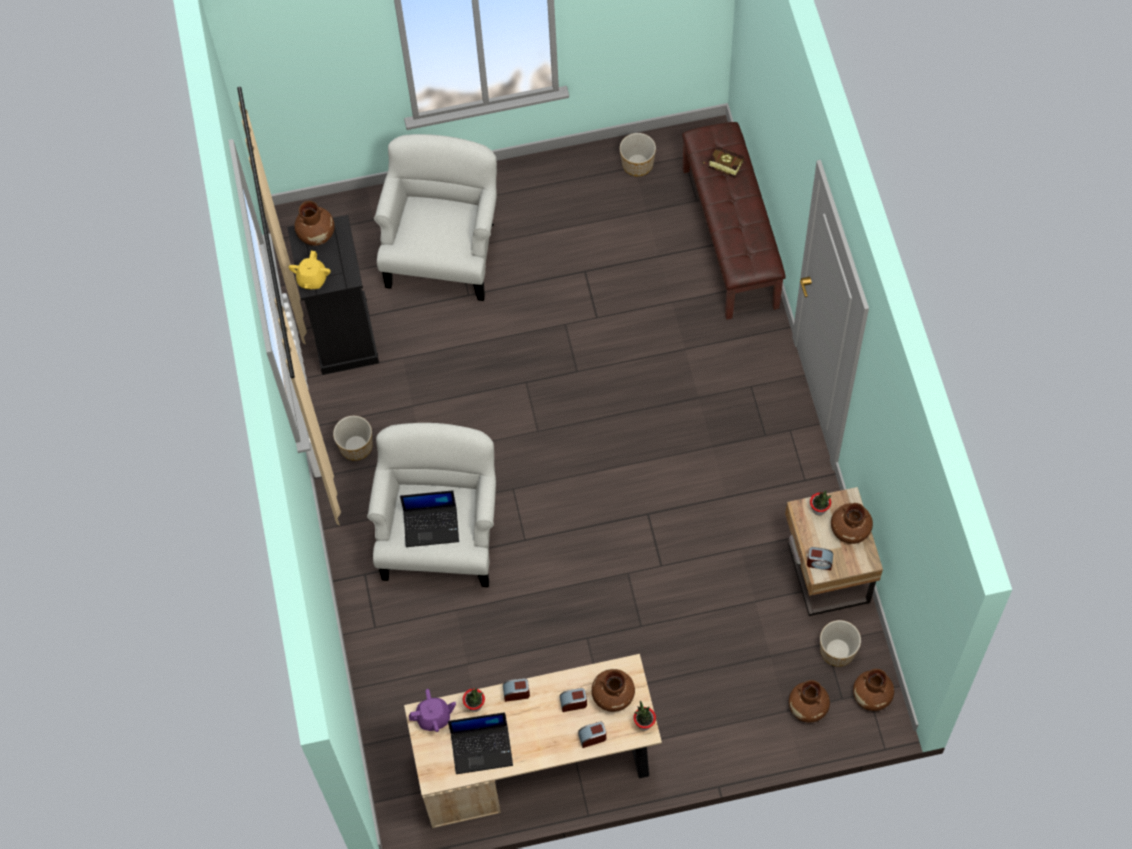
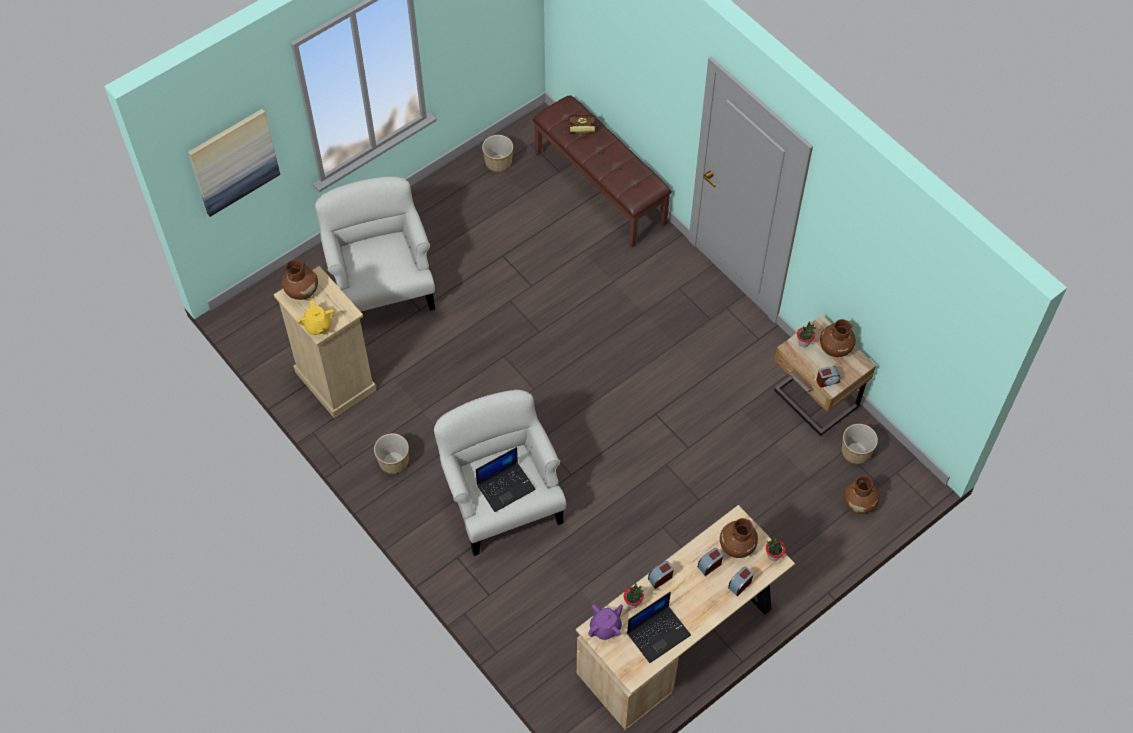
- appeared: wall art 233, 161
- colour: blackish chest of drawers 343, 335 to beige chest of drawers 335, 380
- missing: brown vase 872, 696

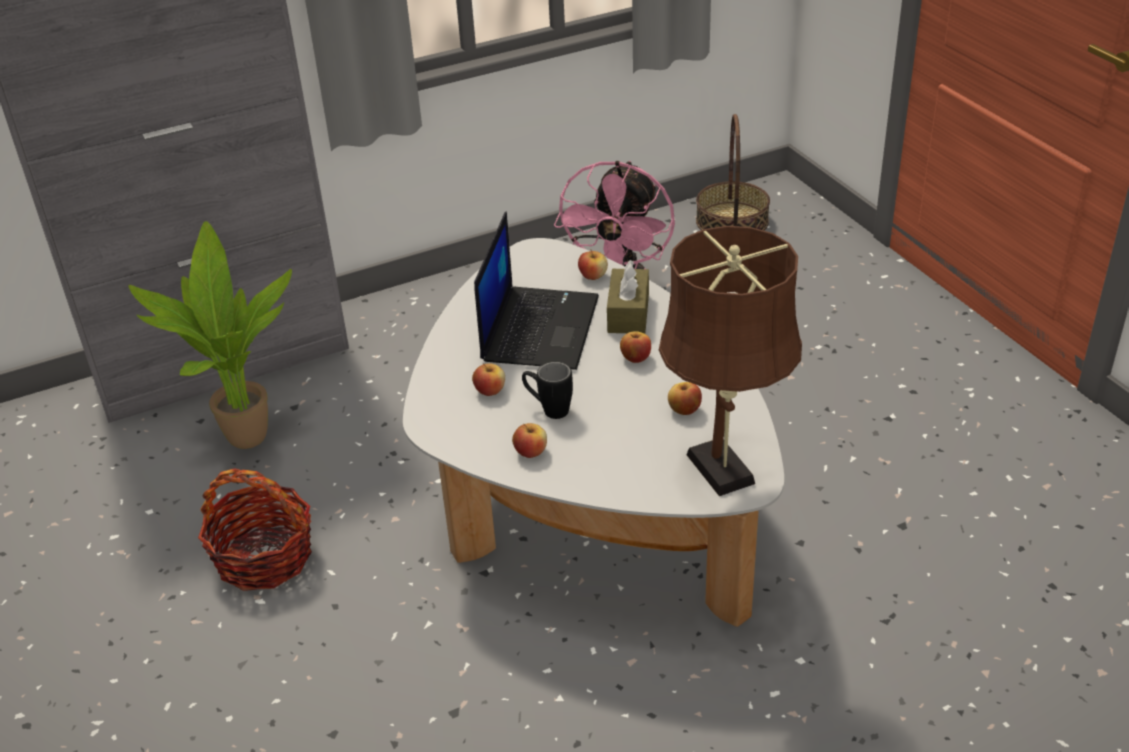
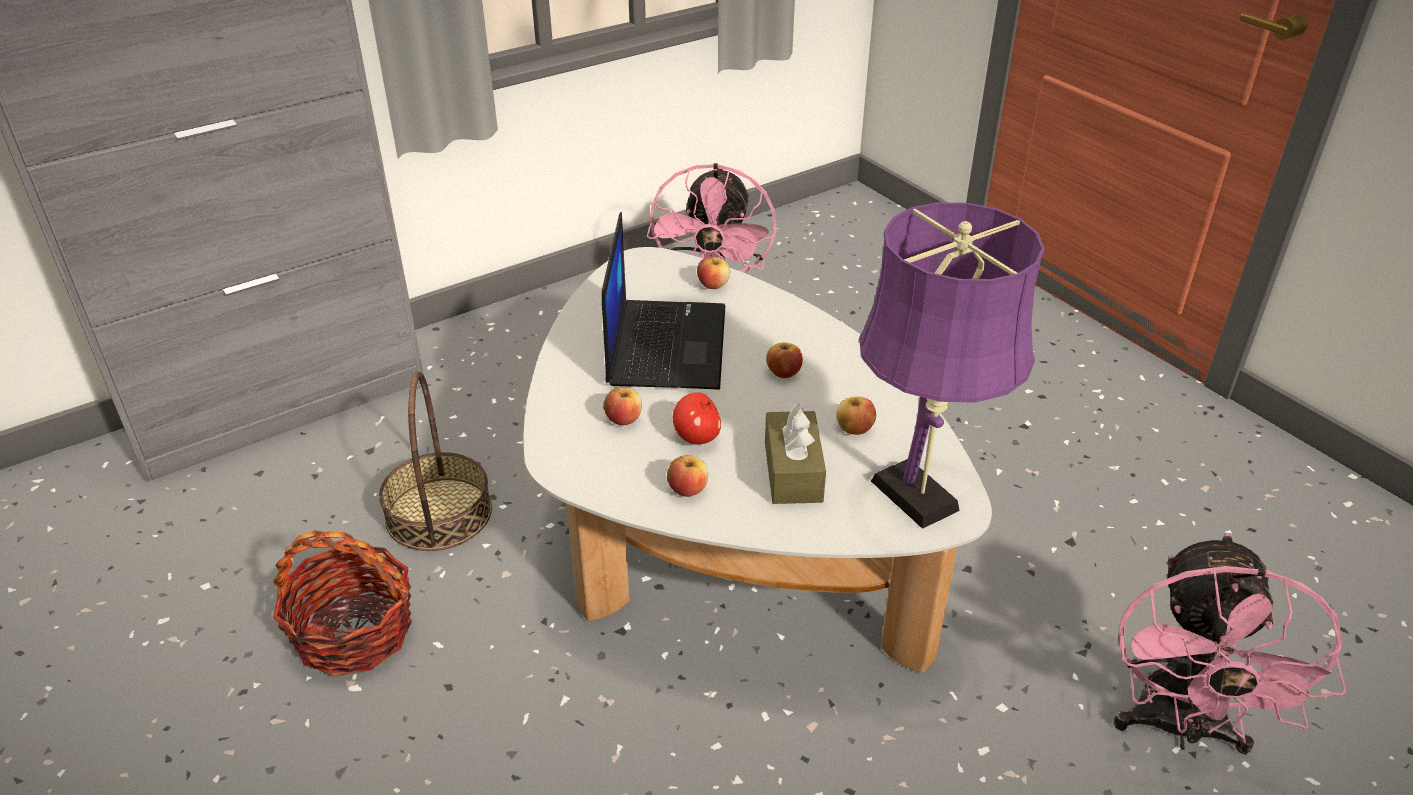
- relocated: household basket 732, 221 to 439, 514
- exchanged: blackish coffee mug 548, 409 to whole apple 697, 437
- relocated: brown box of tissues 628, 313 to 793, 472
- colour: brown table lamp 723, 474 to purple-coloured table lamp 920, 501
- appeared: pinkish fan 1180, 729
- missing: potted plant 241, 438

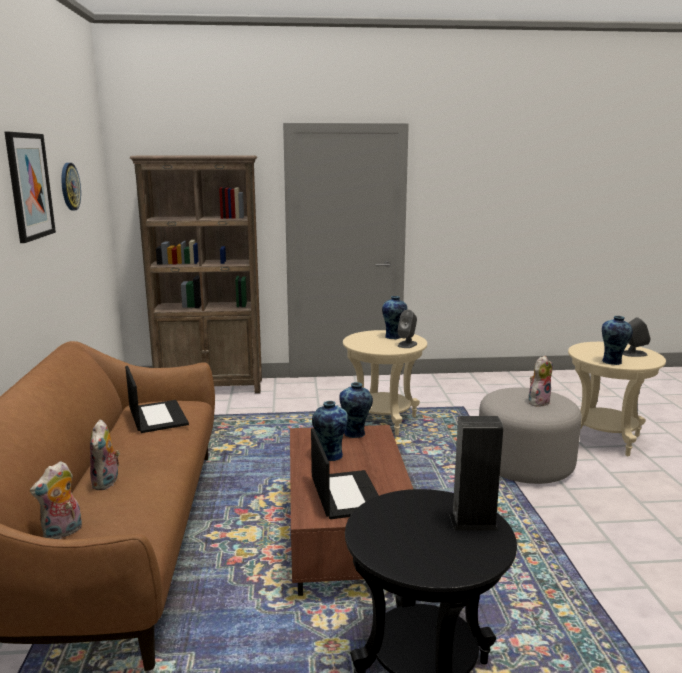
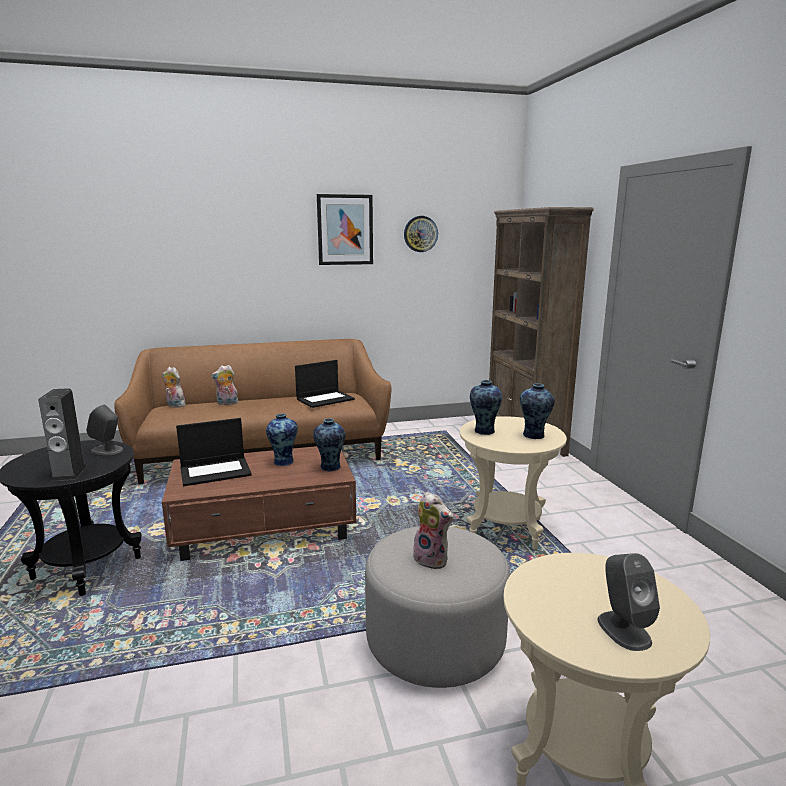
- relocated: gray speaker 407, 344 to 107, 450
- relocated: vase 612, 362 to 483, 431

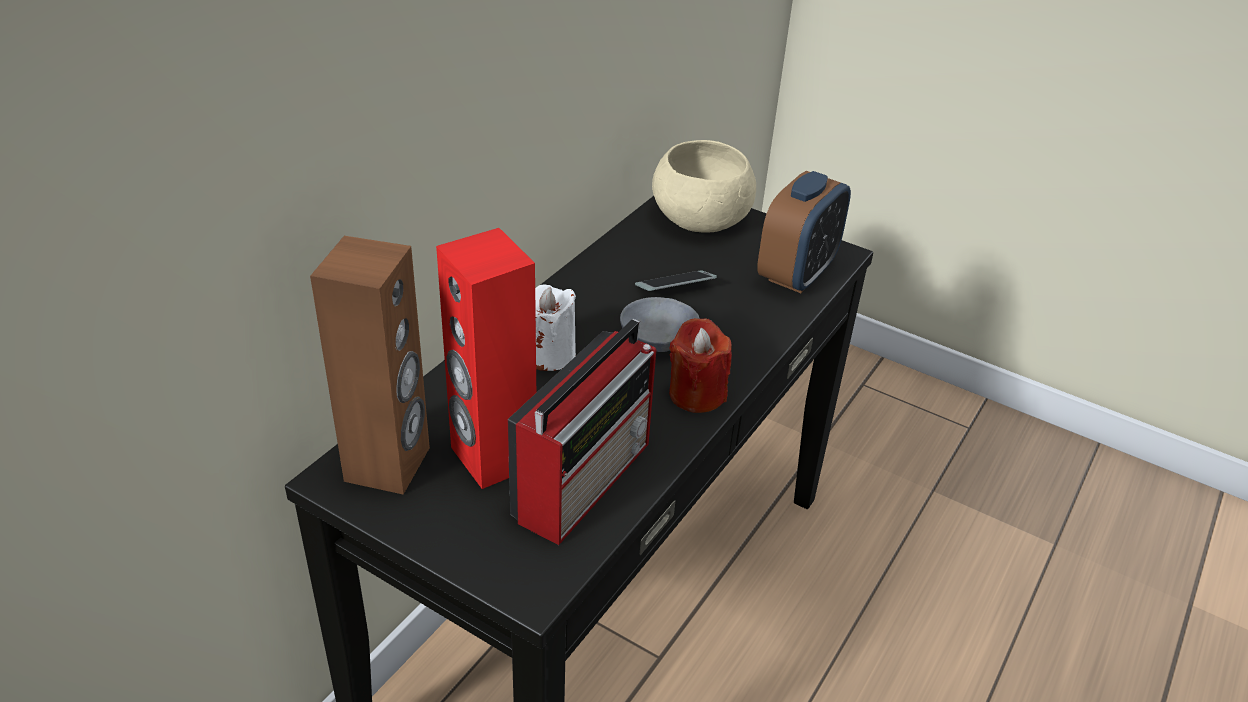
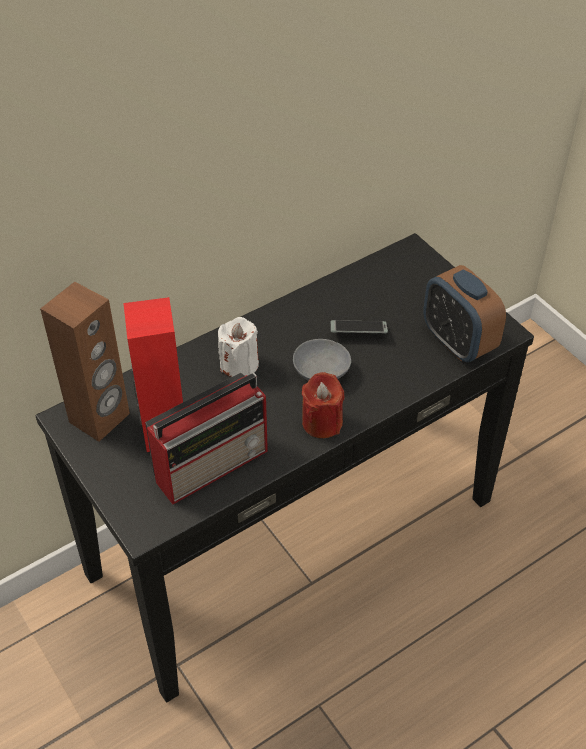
- spun: alarm clock 797, 274 = 458, 342 90 degrees clockwise
- missing: beige bowl 701, 219

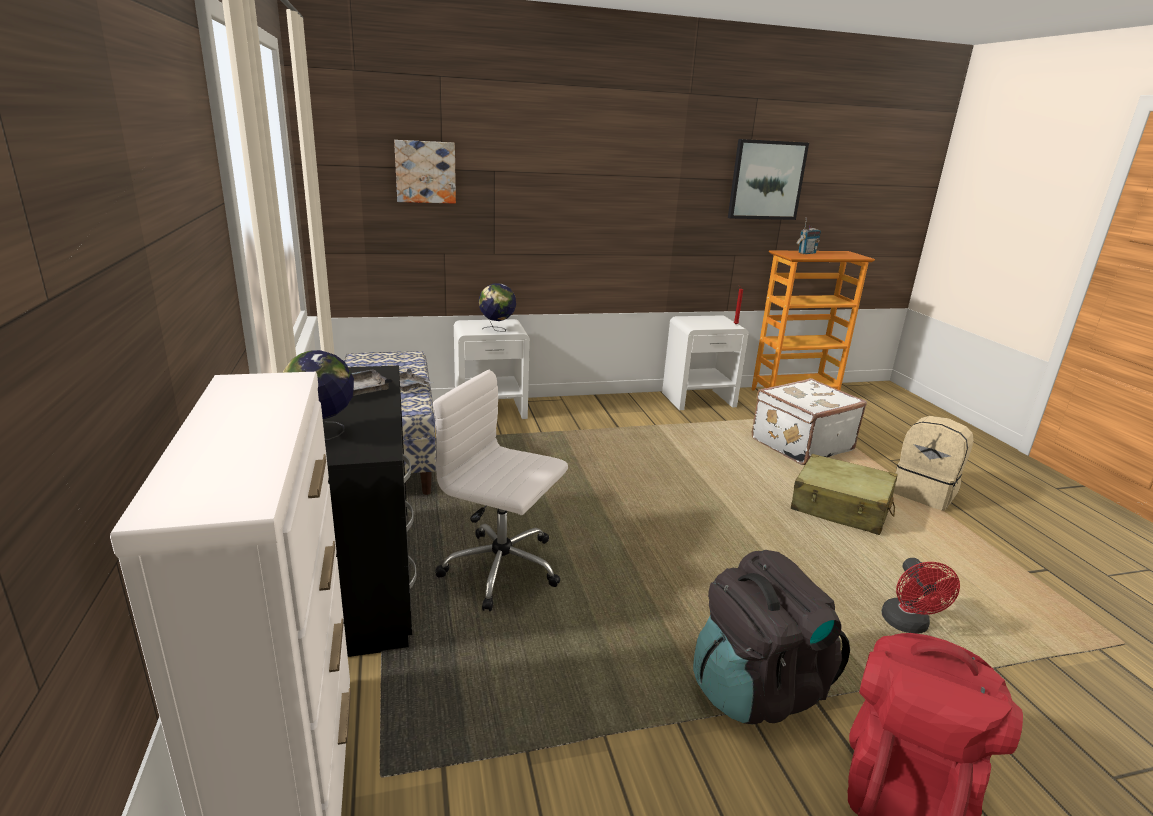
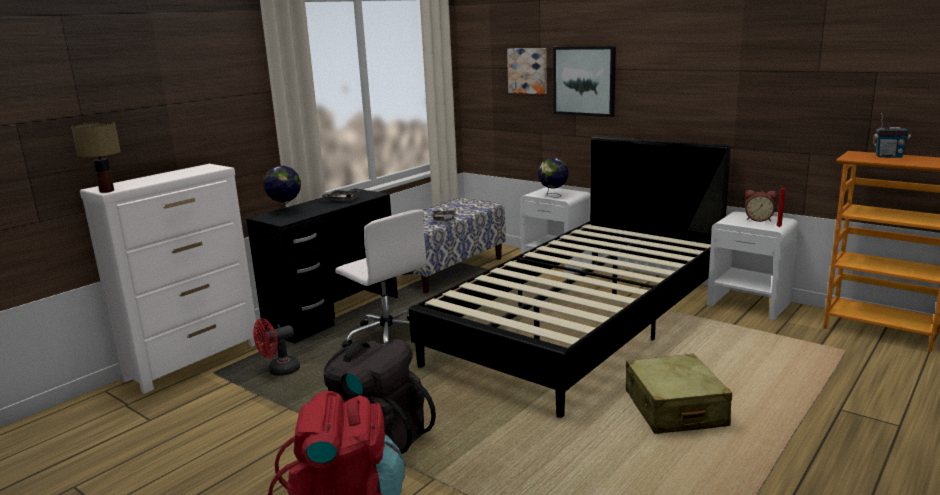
- appeared: table lamp 107, 191
- relocated: red-coloured fan 907, 625 to 279, 371
- spun: white office chair 503, 569 = 387, 337 150 degrees clockwise
- appeared: blackish bed 582, 324
- relocated: wall art 766, 180 to 584, 81
- appeared: alarm clock 758, 219
- missing: white suitcase 799, 444
- missing: beige backpack 924, 493

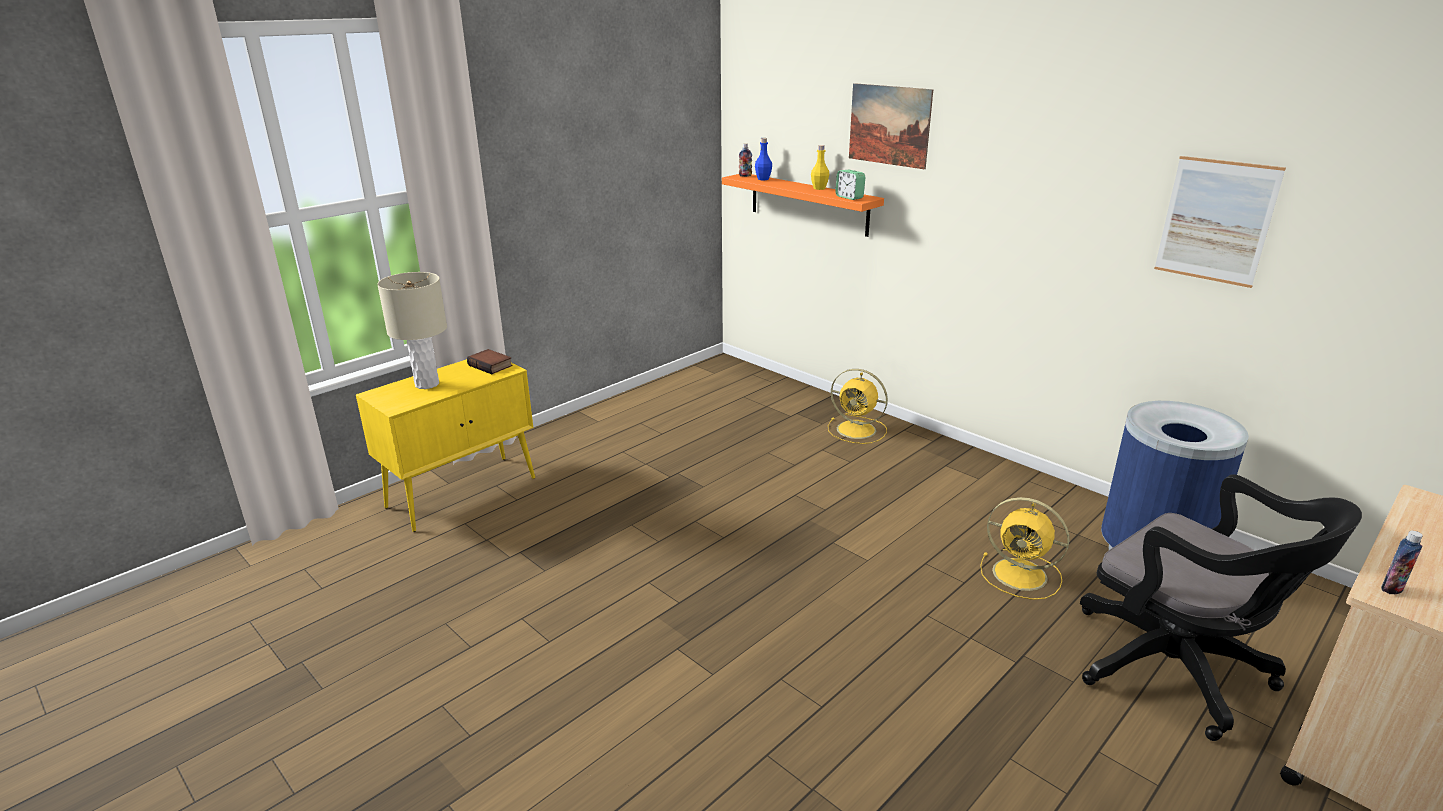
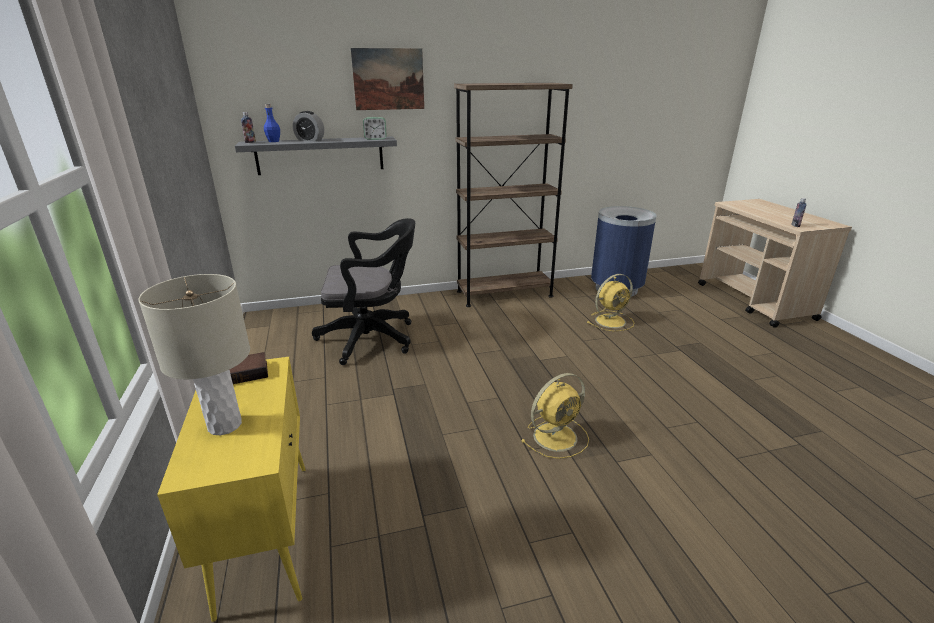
- colour: orange wall shelf 808, 204 to gray wall shelf 320, 155
- appeared: alarm clock 310, 140
- relocated: blackish office chair 1178, 671 to 372, 338
- appeared: brown bookshelf 504, 294
- relocated: yellow fan 858, 430 to 556, 436
- missing: yellow beverage bottle 819, 188
- missing: wall art 1216, 221

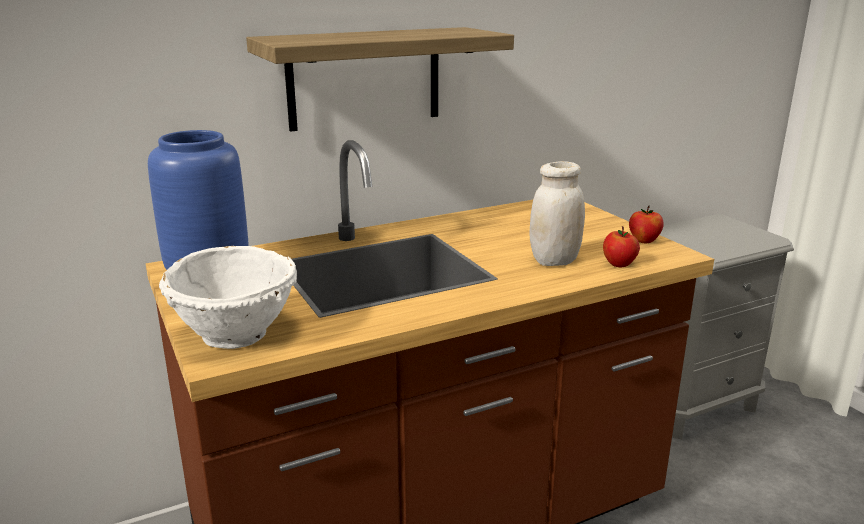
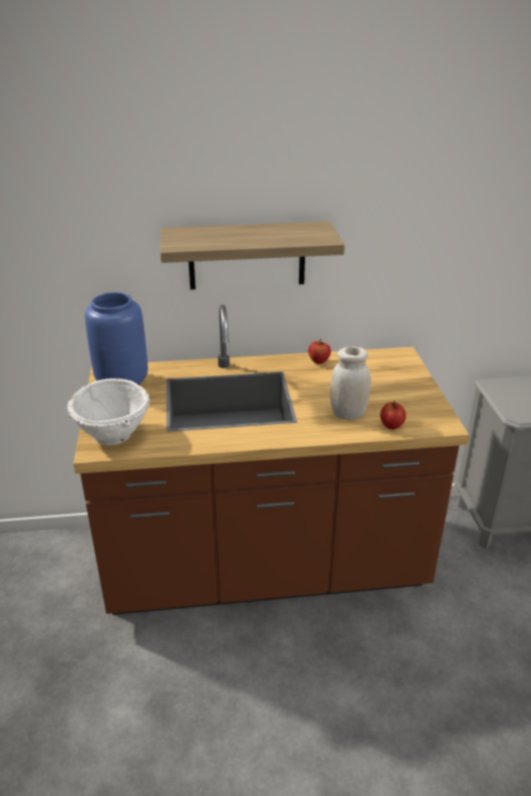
- relocated: whole apple 644, 241 to 319, 361

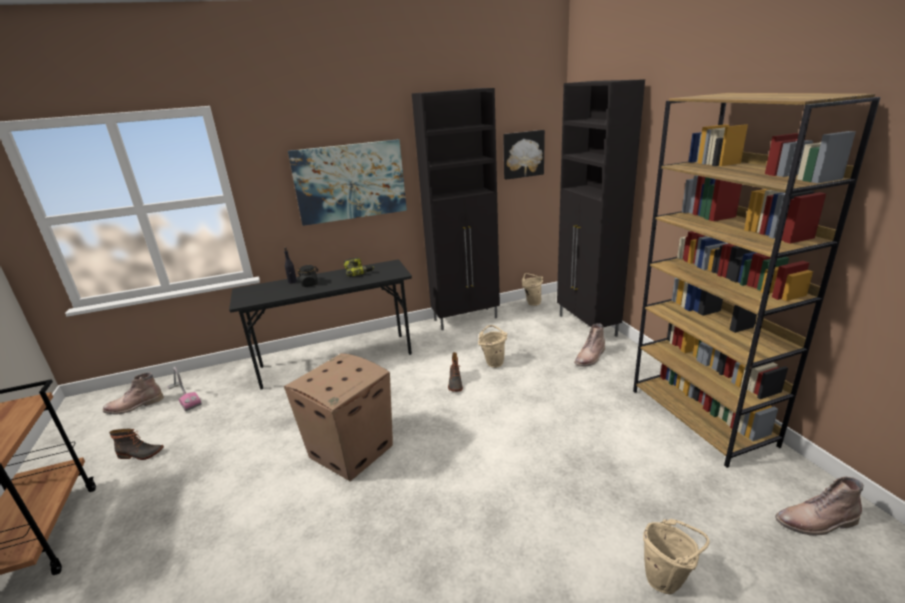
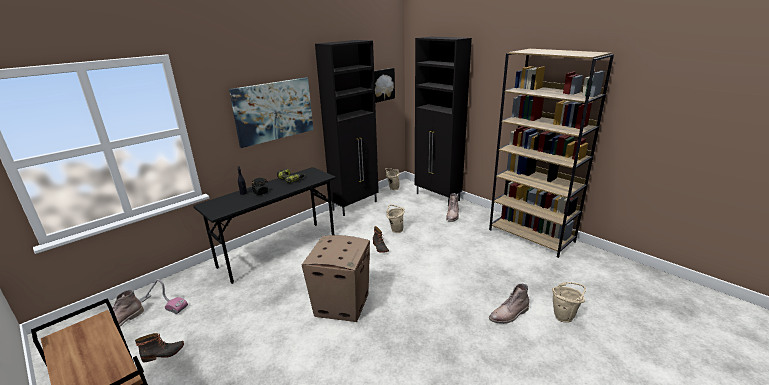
- relocated: brown high-top boot 816, 522 to 509, 315

